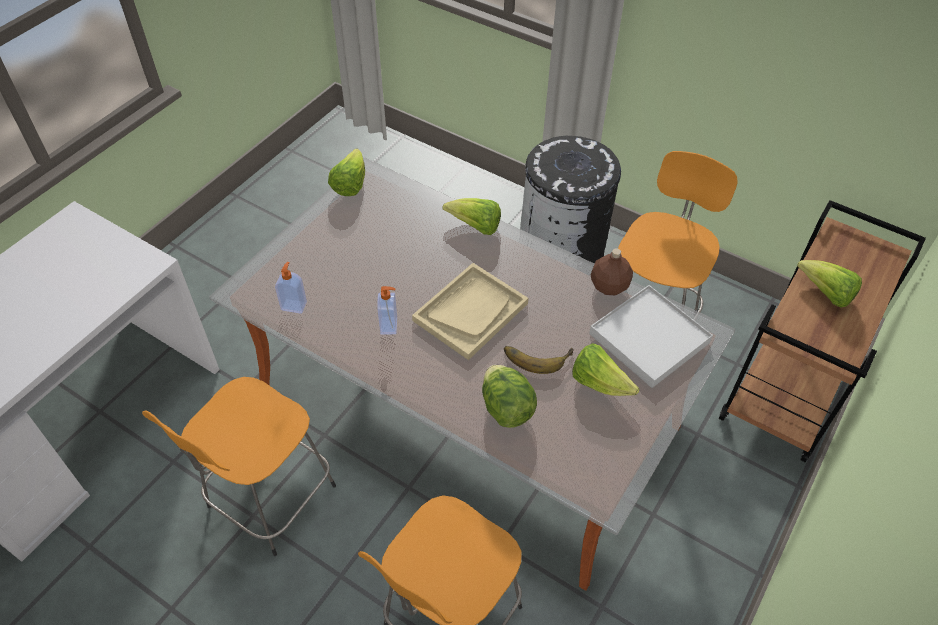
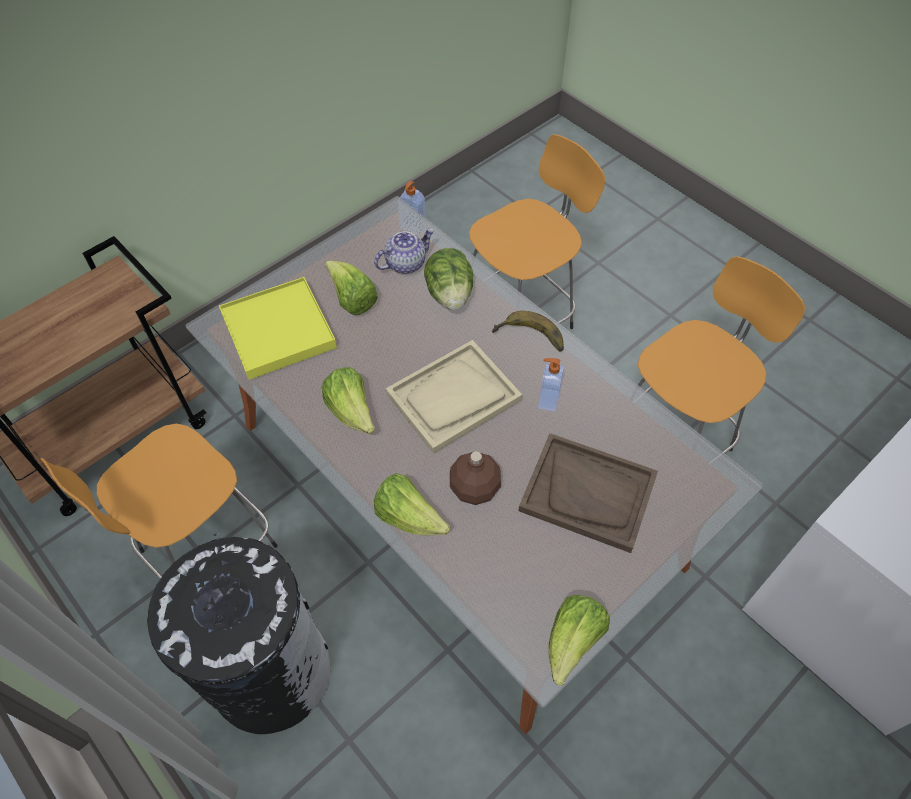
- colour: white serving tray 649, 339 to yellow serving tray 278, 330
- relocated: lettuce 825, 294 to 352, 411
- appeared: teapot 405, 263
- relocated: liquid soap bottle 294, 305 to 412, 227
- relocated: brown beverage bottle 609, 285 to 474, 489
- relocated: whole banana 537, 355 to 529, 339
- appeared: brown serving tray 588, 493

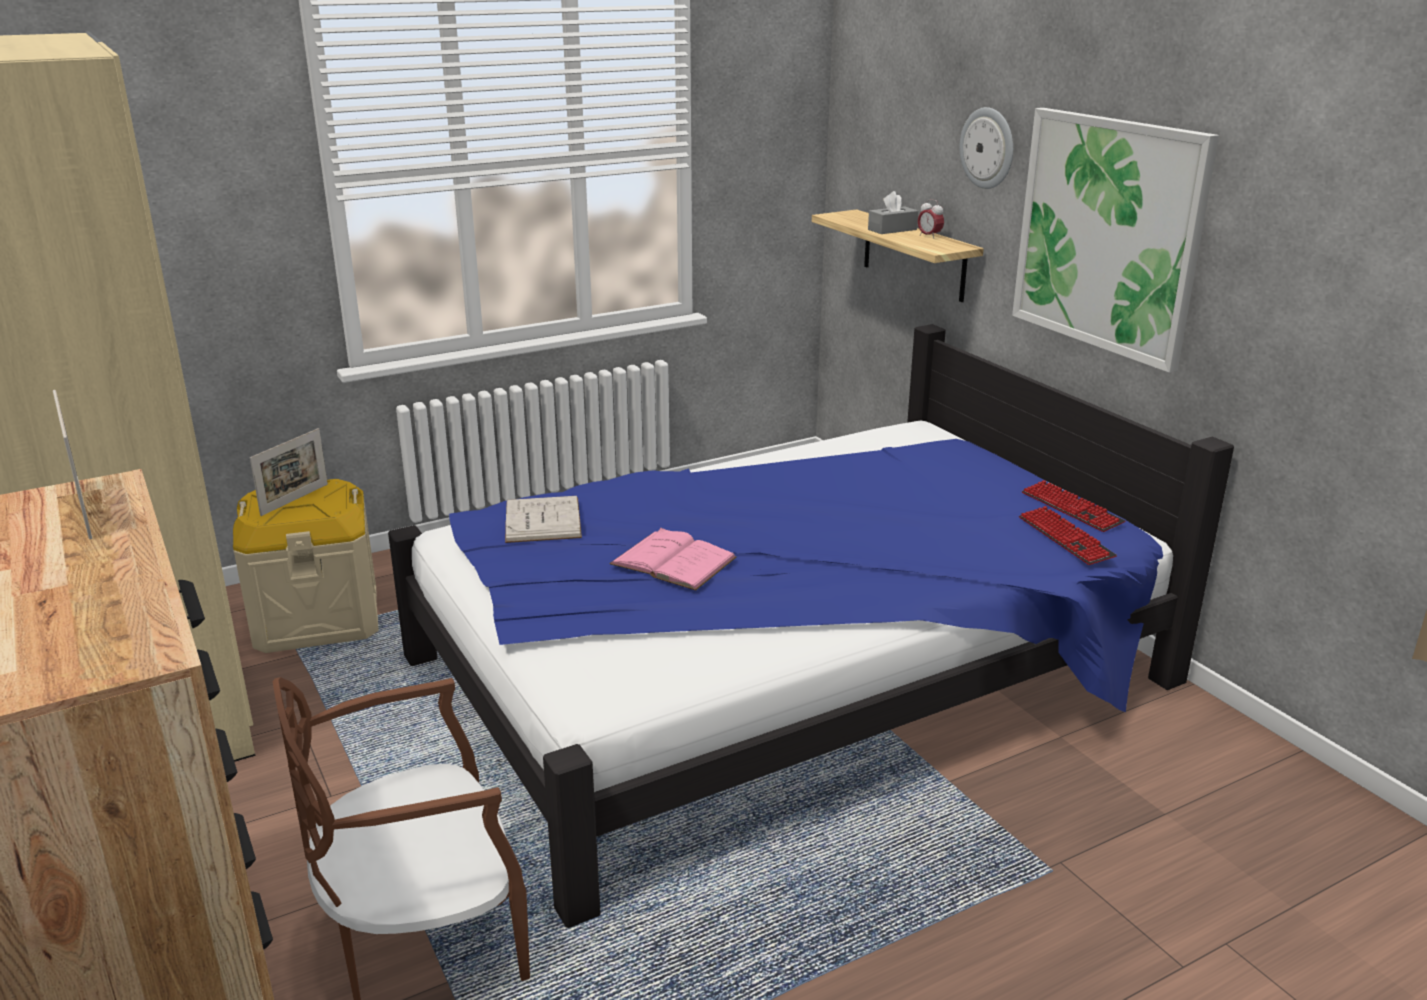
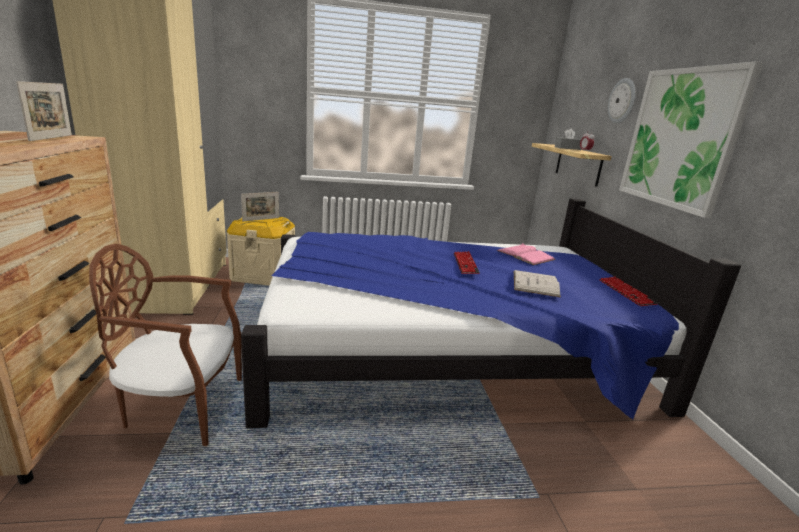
- relocated: computer keyboard 1065, 538 to 465, 264
- relocated: pinkish bound book 673, 561 to 525, 255
- relocated: white bound book 543, 519 to 535, 283

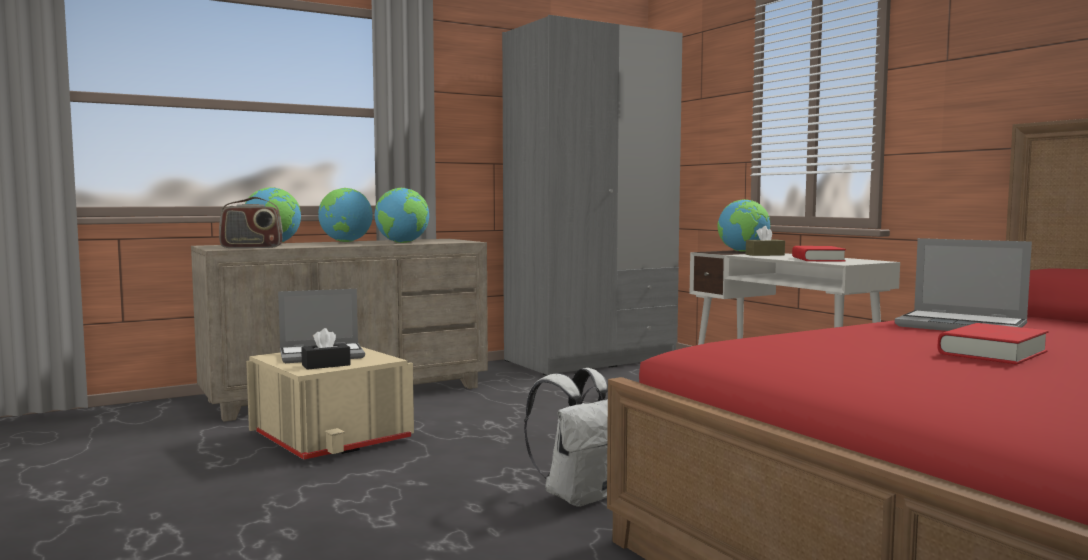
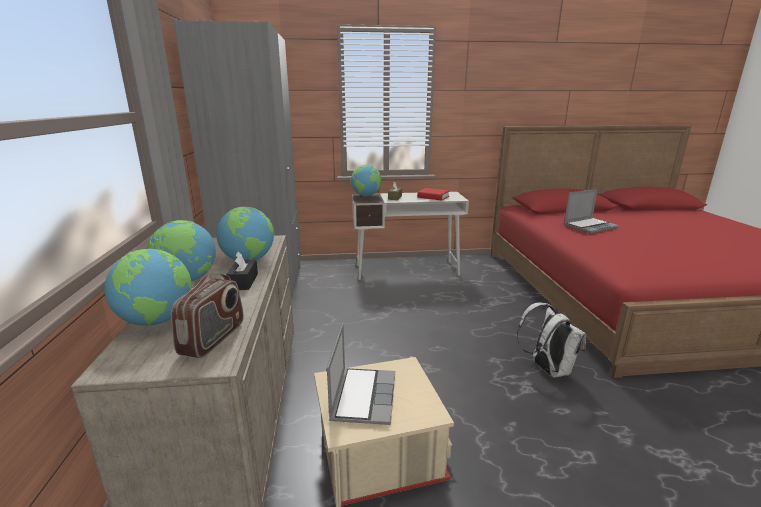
- relocated: blackish box of tissues 326, 365 to 243, 282
- missing: red-coloured bound book 992, 353

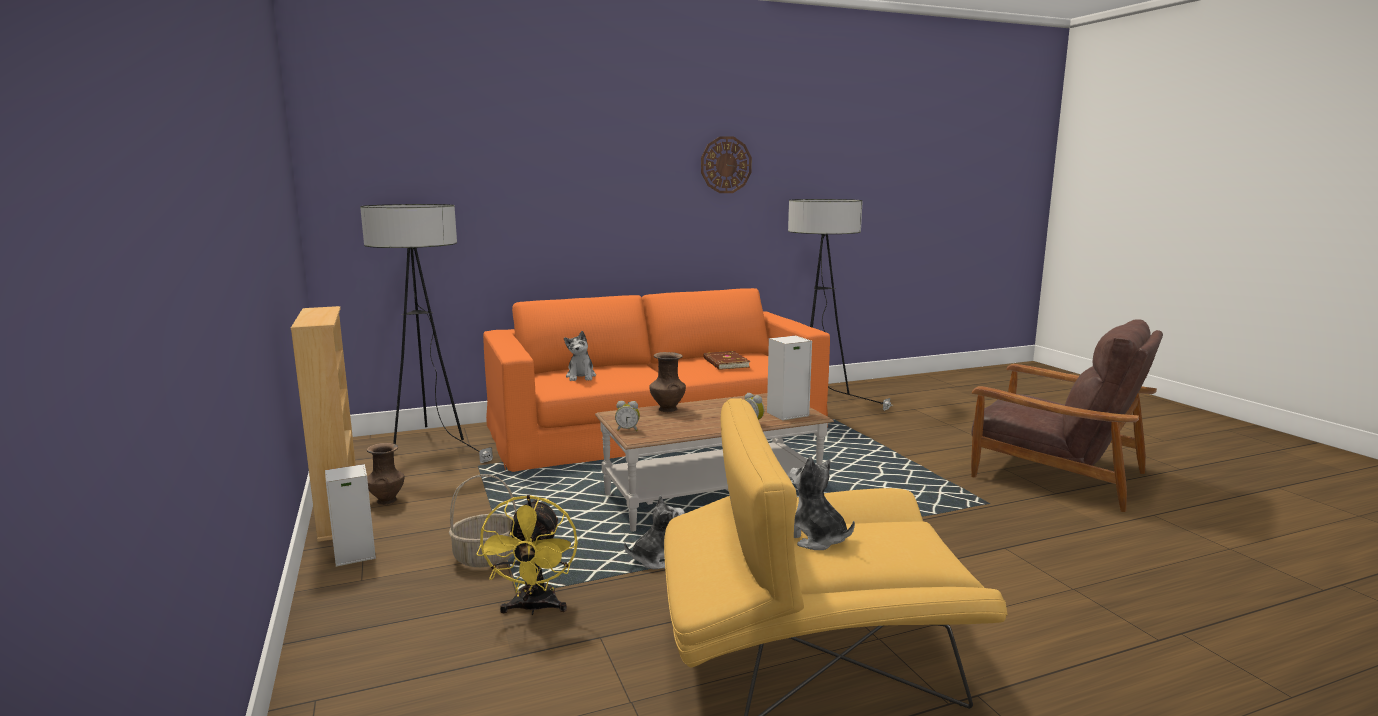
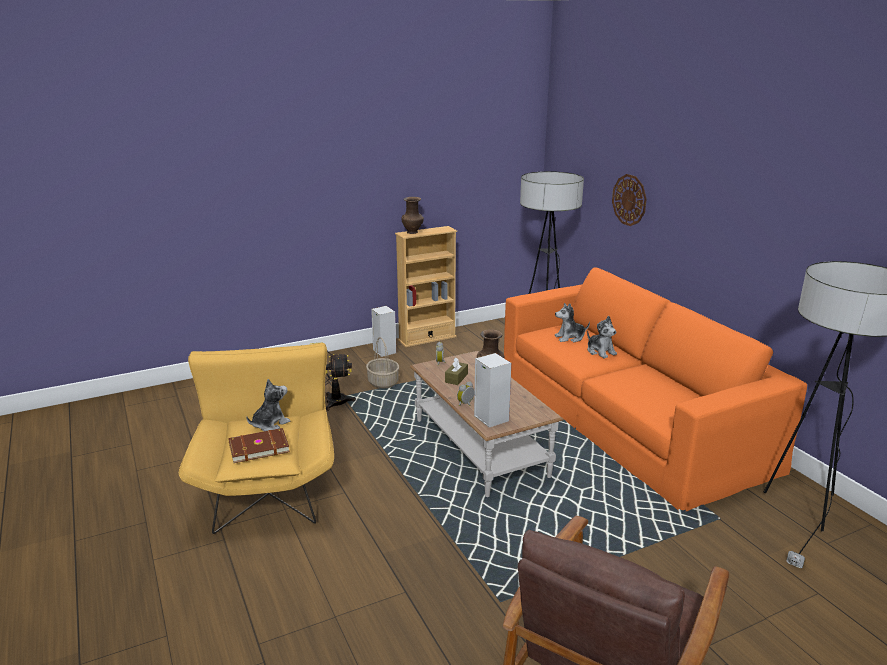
- relocated: brown bound book 725, 363 to 258, 447
- relocated: brown vase 386, 500 to 413, 232
- appeared: brown box of tissues 456, 378
- relocated: plush toy 656, 559 to 600, 351
- relocated: wall clock 726, 165 to 629, 200

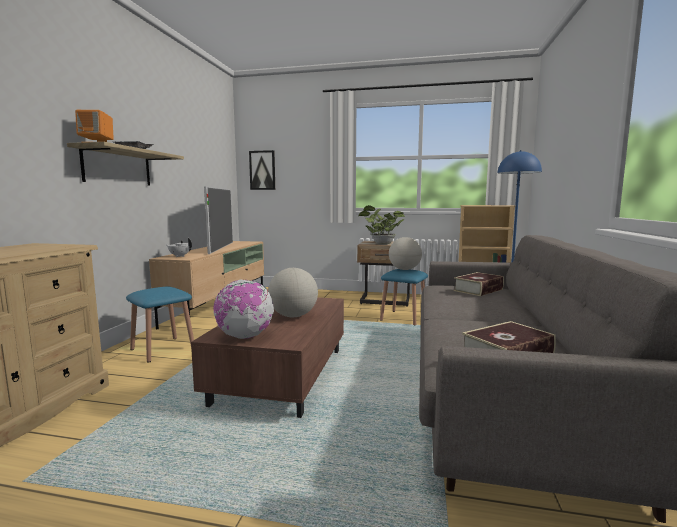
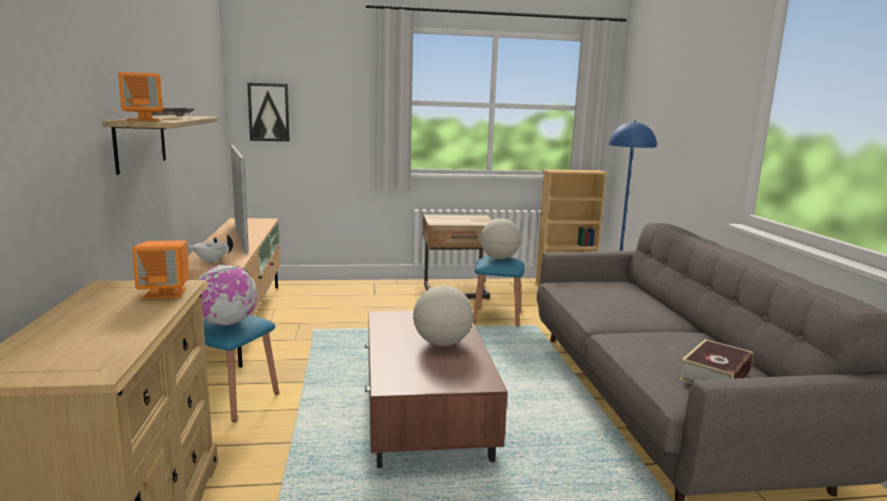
- appeared: orange speaker 165, 293
- relocated: world globe 245, 337 to 227, 323
- missing: potted plant 381, 244
- missing: bound book 478, 290

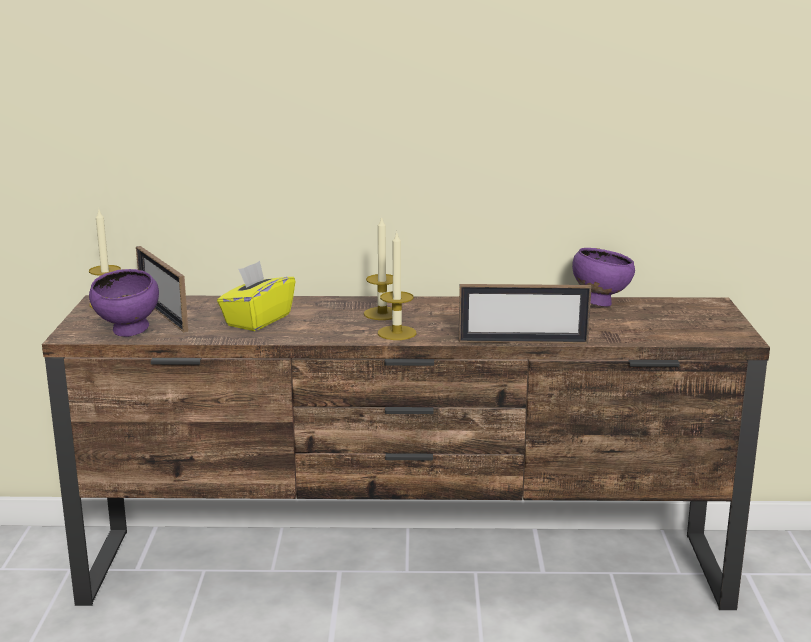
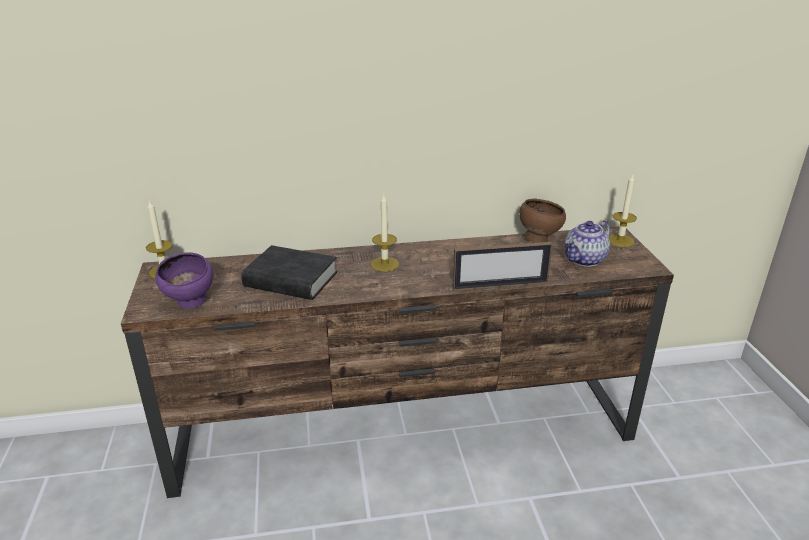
- exchanged: yellow box of tissues 257, 320 to blackish bound book 291, 280
- colour: purple-coloured bowl 600, 303 to brown bowl 538, 239
- appeared: teapot 585, 260
- relocated: candle 397, 333 to 620, 240
- missing: photo frame 163, 314

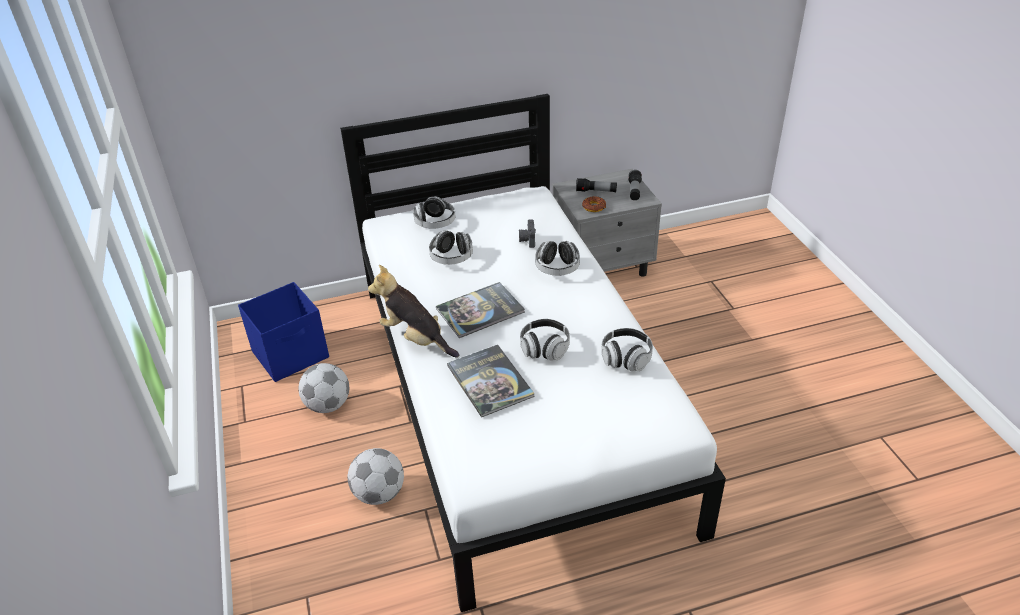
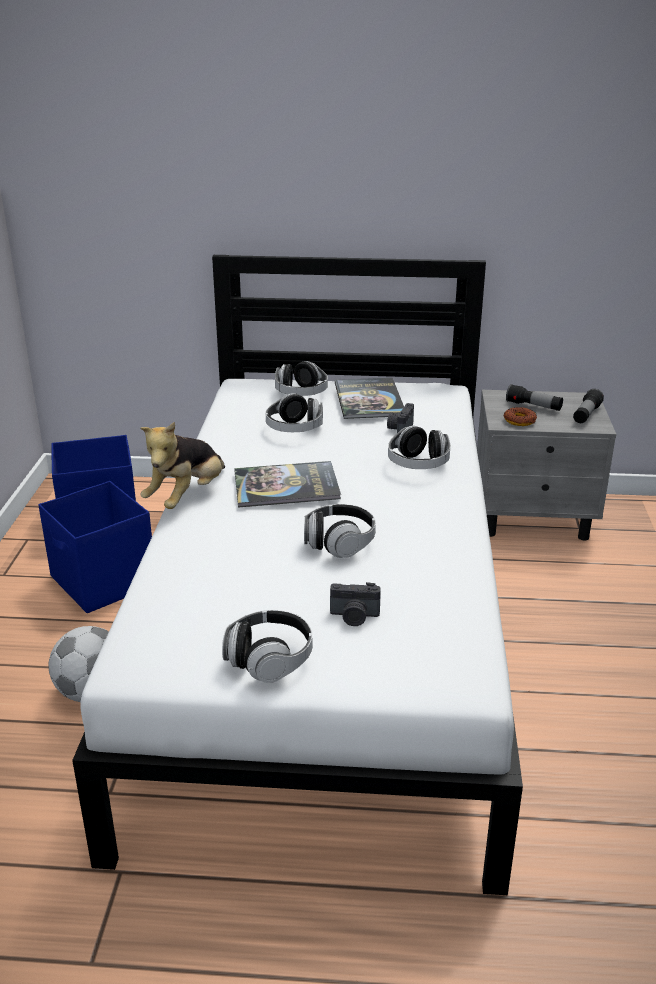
- exchanged: ball for football 328, 405 to blue-coloured storage container 103, 582
- spun: plush toy 416, 338 = 187, 497 120 degrees counterclockwise
- relocated: headphones 626, 358 to 269, 659
- appeared: still camera 354, 617
- relocated: bound book 490, 381 to 369, 400

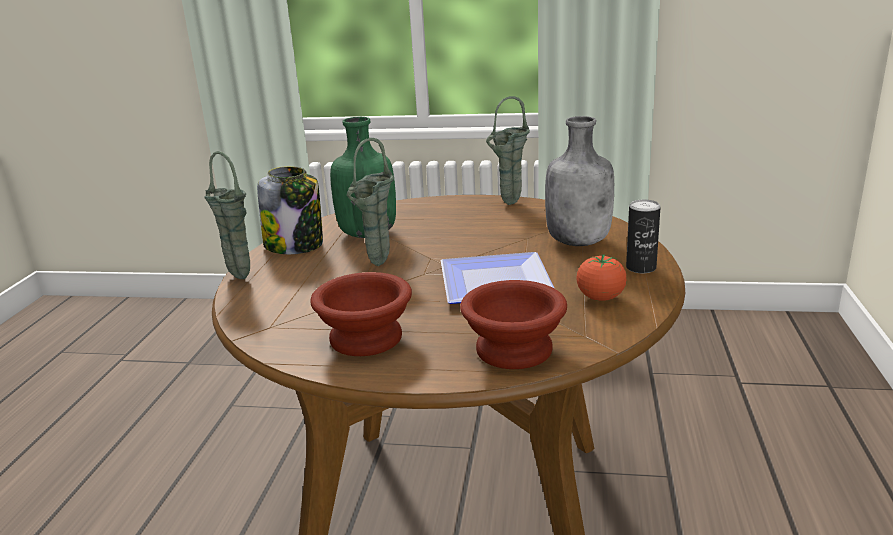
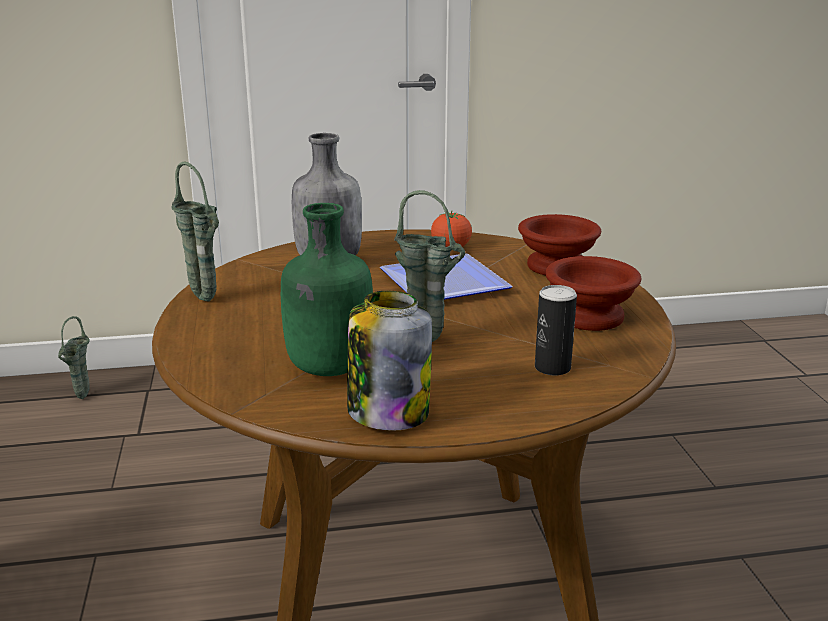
- relocated: green vase 237, 277 to 82, 398
- relocated: metal can 641, 268 to 552, 368

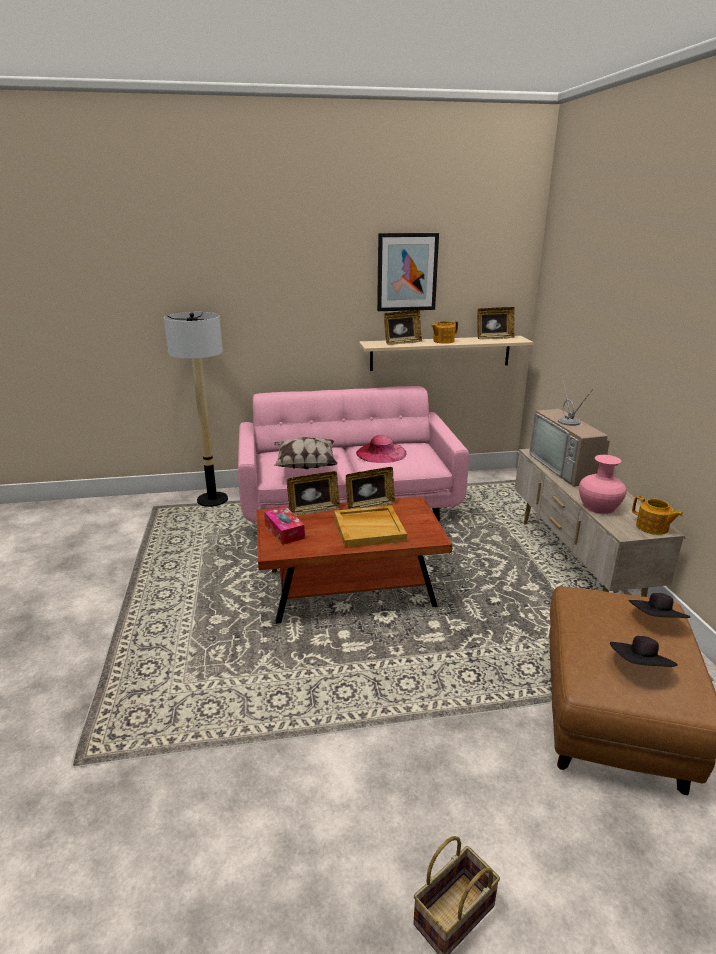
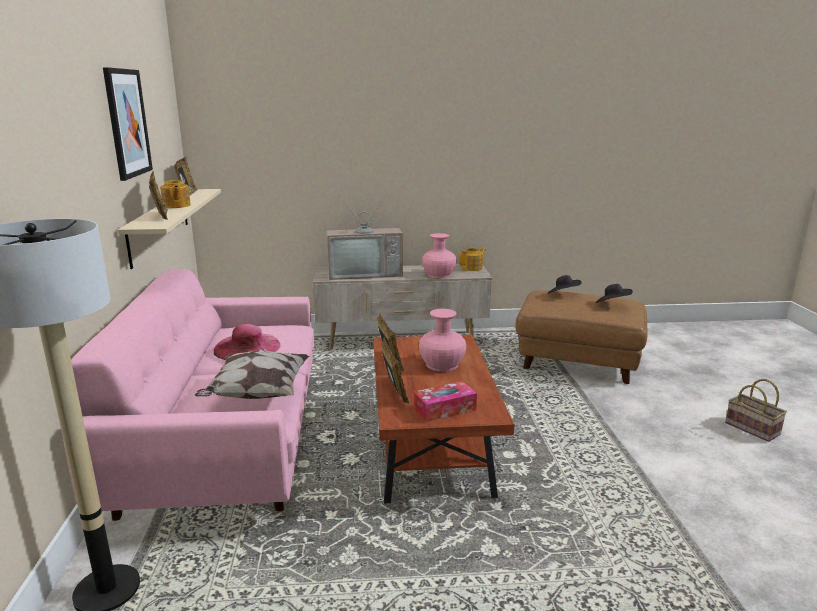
- exchanged: beige serving tray 369, 529 to pinkish vase 442, 364

